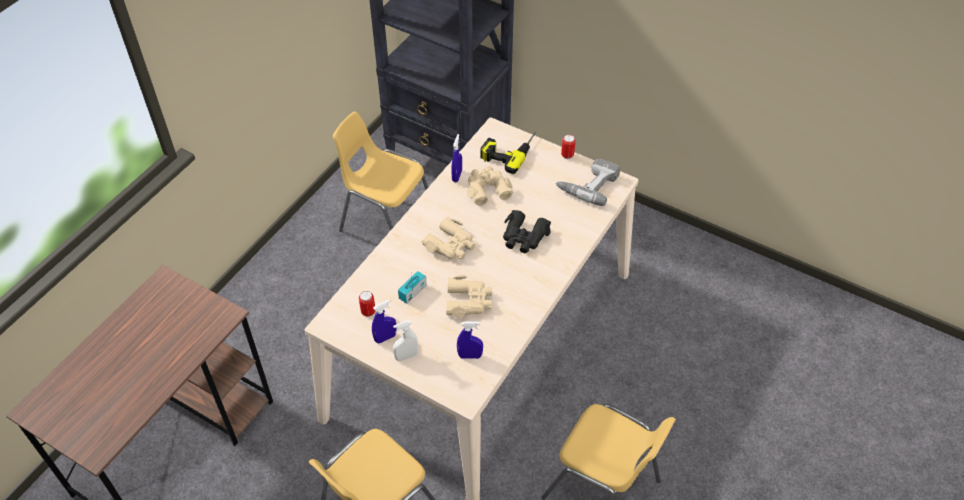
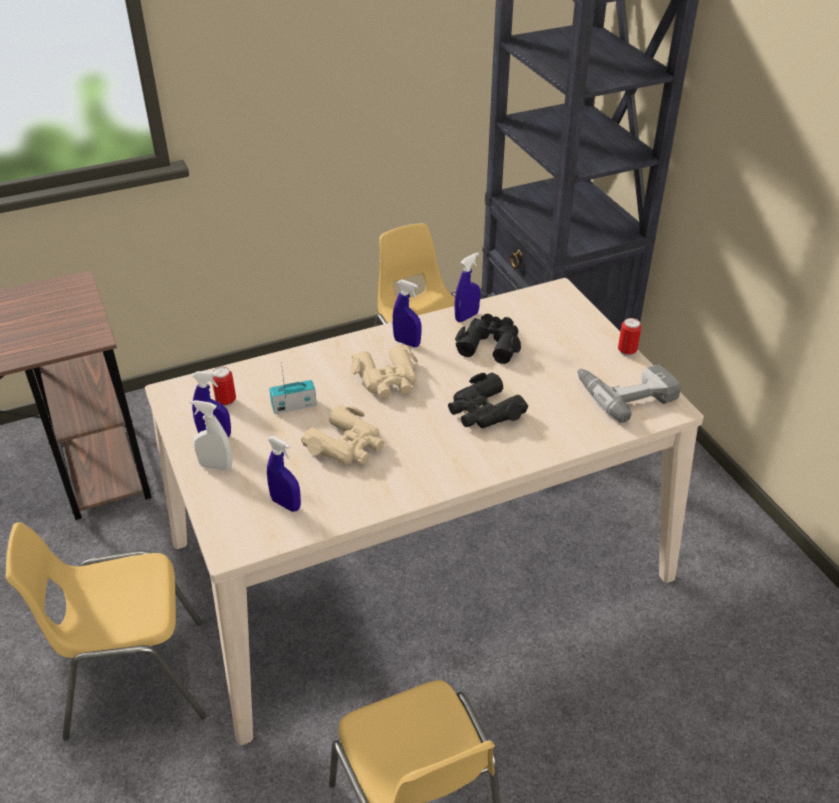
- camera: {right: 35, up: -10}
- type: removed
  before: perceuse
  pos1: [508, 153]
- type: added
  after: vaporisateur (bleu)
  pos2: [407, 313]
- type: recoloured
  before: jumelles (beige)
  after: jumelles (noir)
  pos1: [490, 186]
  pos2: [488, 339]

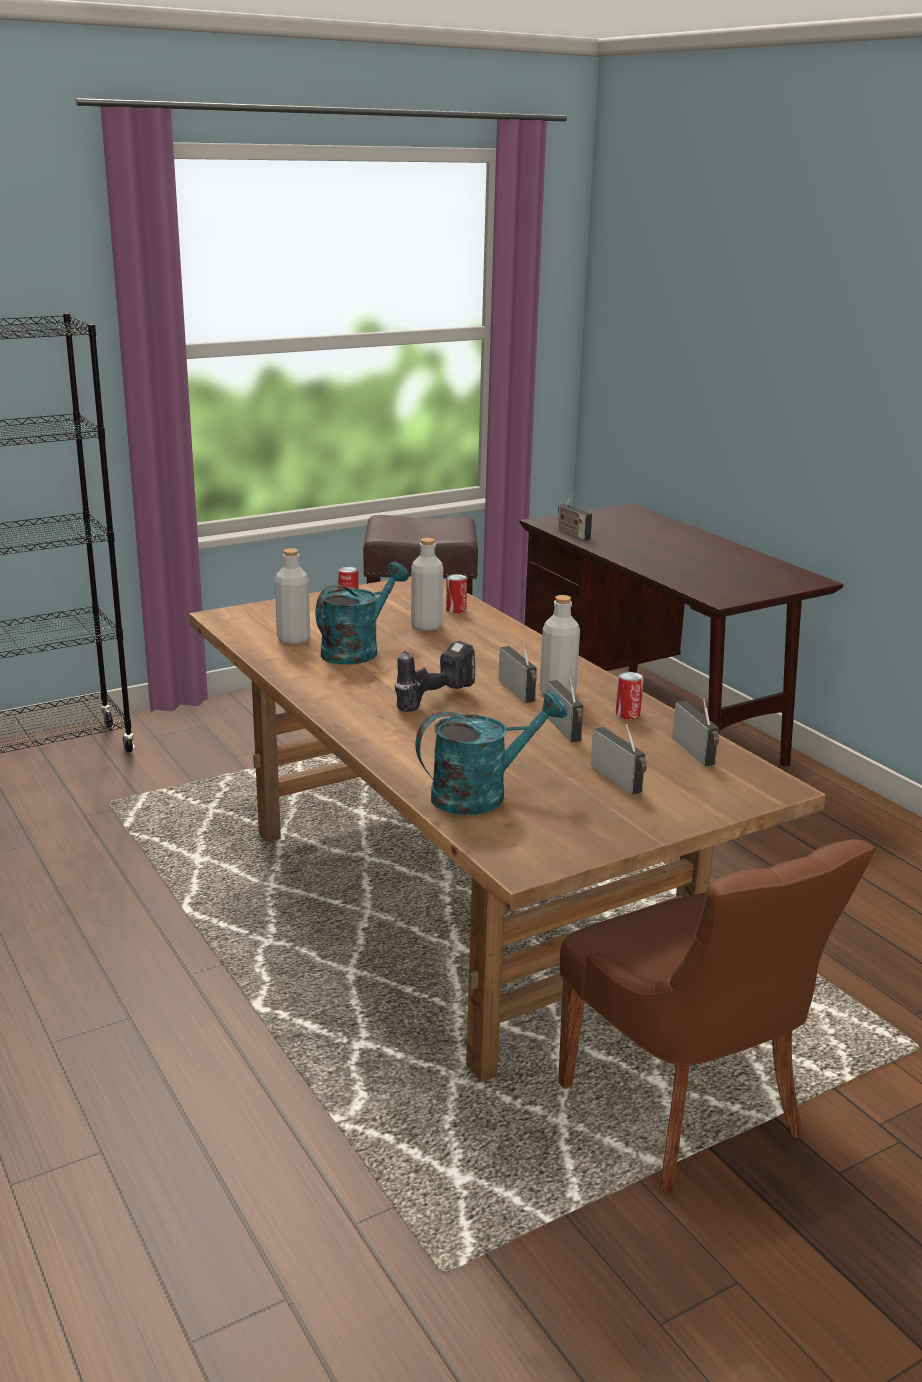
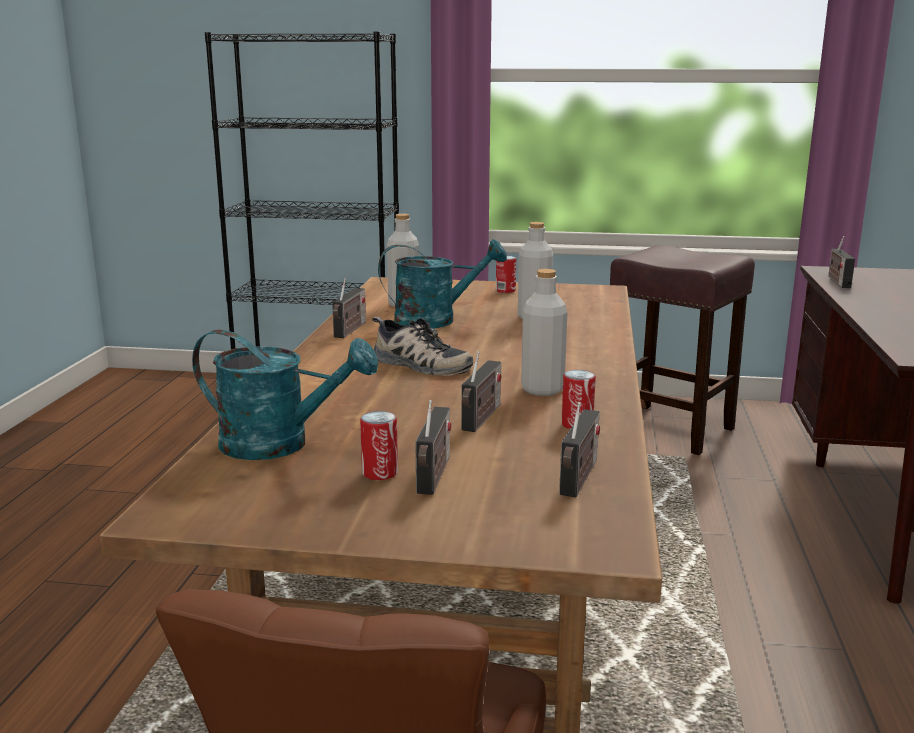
- camera: {right: 40, up: -5}
- type: moved
  before: boîte métallique
  pos1: [456, 593]
  pos2: [379, 445]
- type: moved
  before: radio
  pos1: [517, 672]
  pos2: [349, 308]
- type: replaced
  before: perceuse
  after: chaussure
  pos1: [435, 676]
  pos2: [422, 346]

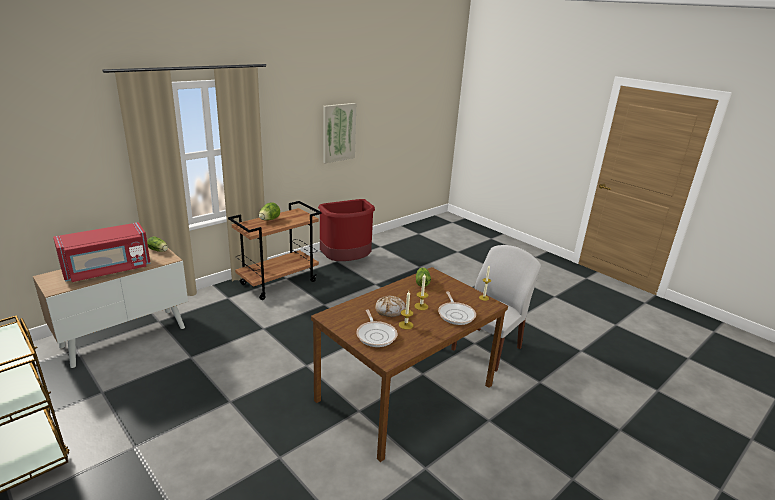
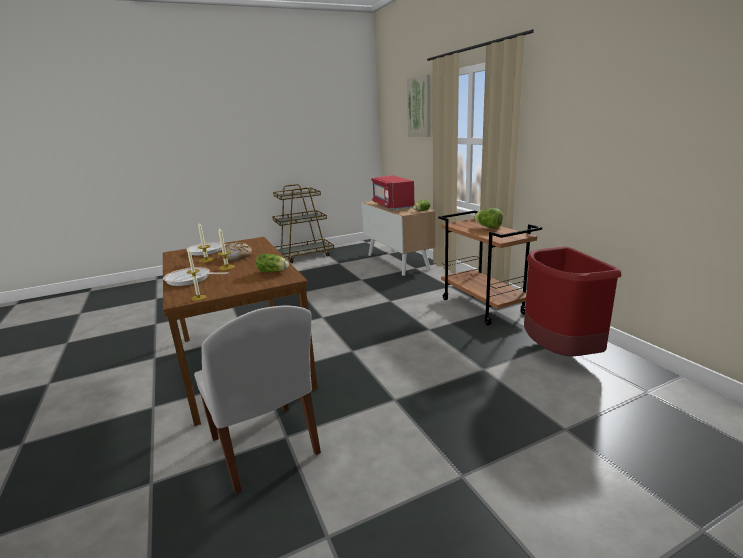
- camera: {right: 110, up: -5}
- type: moved
  before: tableau
  pos1: [339, 133]
  pos2: [418, 105]

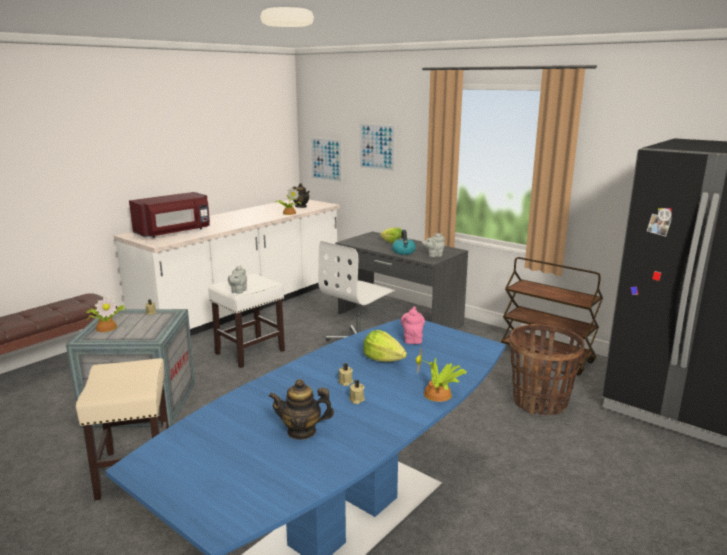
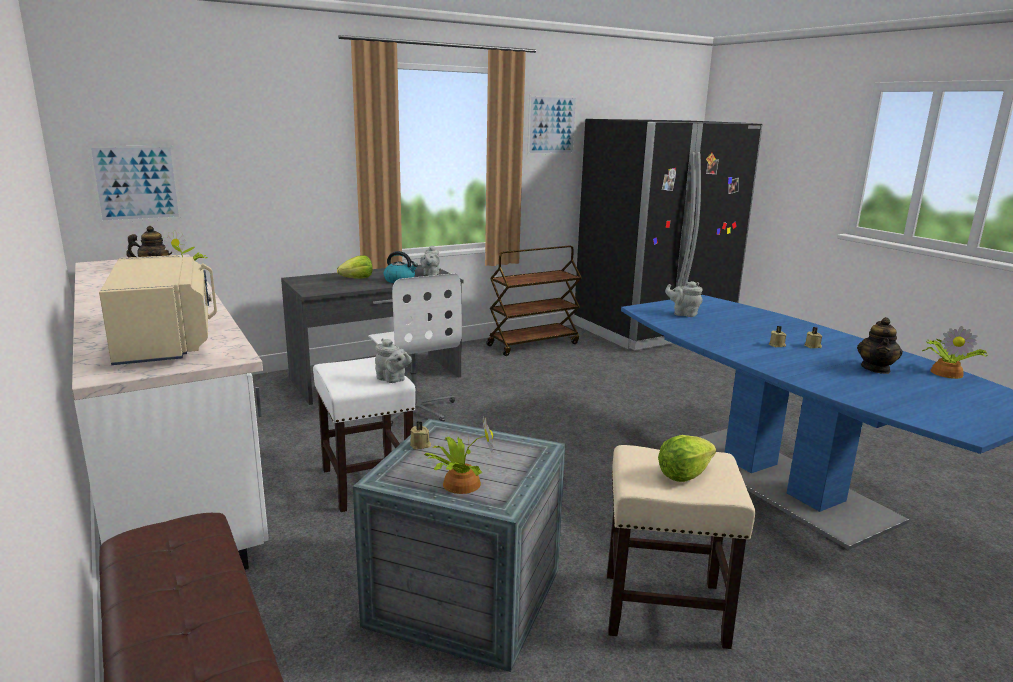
- camera: {right: -70, up: 0}
- type: removed
  before: panier
  pos1: [547, 369]
- type: moved
  before: tableau
  pos1: [377, 148]
  pos2: [552, 125]
- type: moved
  before: laitue
  pos1: [385, 346]
  pos2: [687, 458]
- type: moved
  before: plante en pot
  pos1: [441, 374]
  pos2: [955, 352]
- type: recoloured
  before: micro-ondes (rouge)
  after: micro-ondes (beige)
  pos1: [169, 215]
  pos2: [158, 310]
- type: recoloured
  before: théière (rose)
  after: théière (gris)
  pos1: [413, 325]
  pos2: [684, 299]

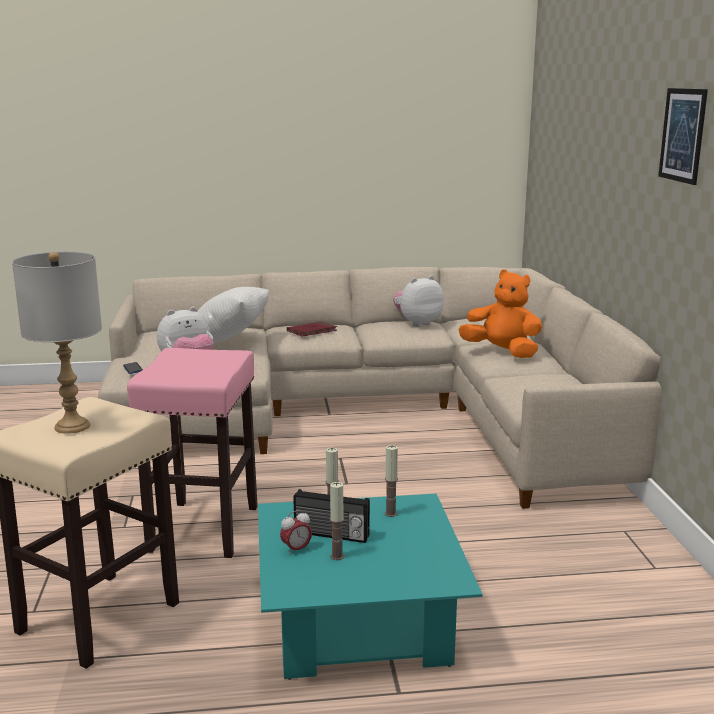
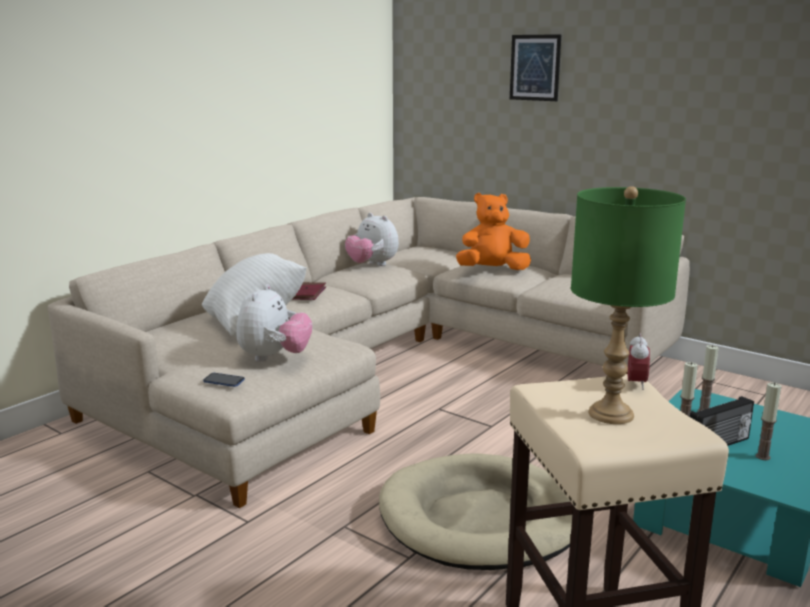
- camera: {right: -45, up: 0}
- type: moved
  before: réveil
  pos1: [296, 532]
  pos2: [639, 361]
- type: moved
  before: tableau
  pos1: [683, 136]
  pos2: [536, 67]
- type: replaced
  before: tabouret (rose)
  after: panier pour chien (beige)
  pos1: [192, 453]
  pos2: [476, 511]
- type: recoloured
  before: lampe de table (gris)
  after: lampe de table (vert)
  pos1: [57, 342]
  pos2: [628, 305]
- type: turned
  before: peluche
  pos1: [418, 301]
  pos2: [372, 239]
  turn: -60

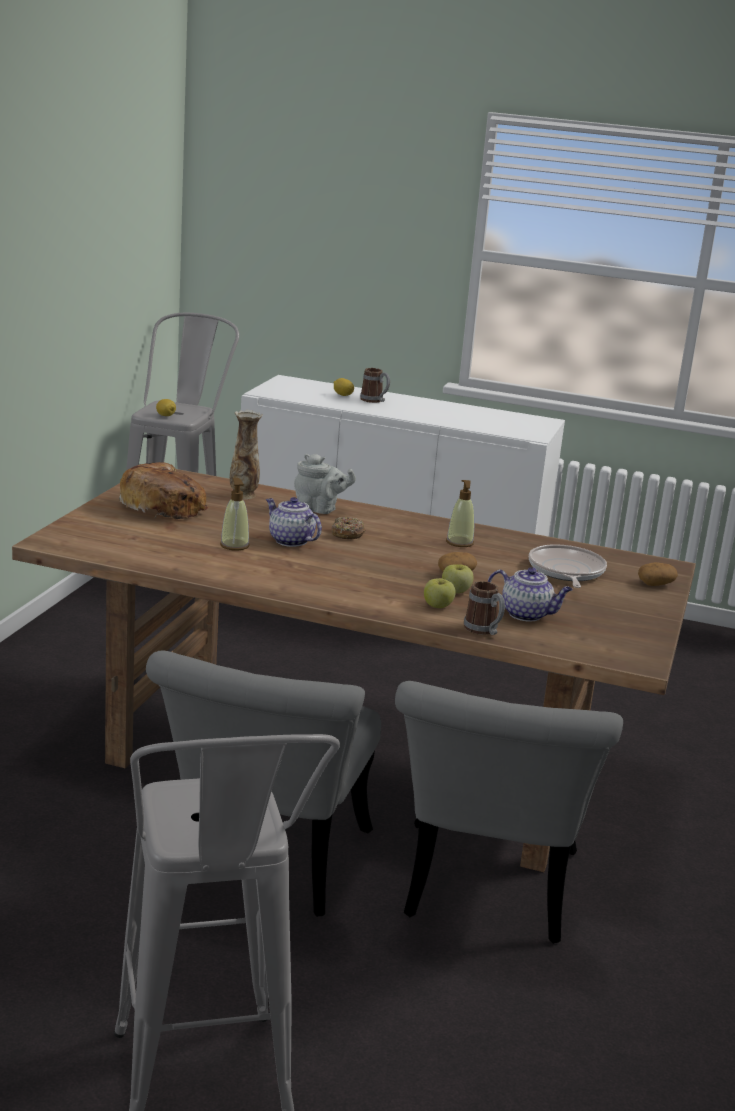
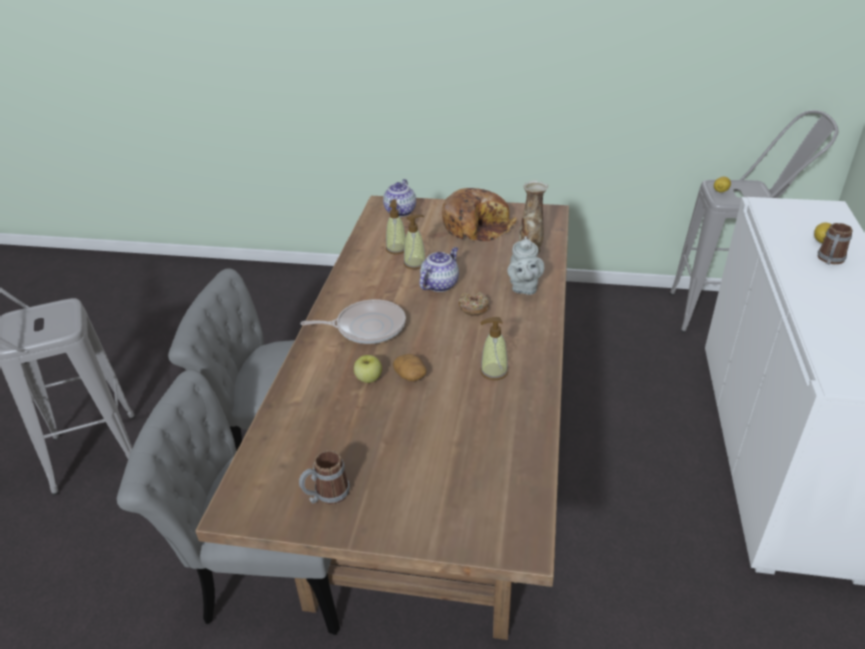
- camera: {right: 85, up: 15}
- type: removed
  before: pomme
  pos1: [440, 593]
- type: removed
  before: pomme de terre
  pos1: [658, 574]
- type: added
  after: distributeur de savon
  pos2: [396, 226]
- type: moved
  before: mug
  pos1: [484, 608]
  pos2: [324, 477]
- type: moved
  before: théière
  pos1: [530, 594]
  pos2: [399, 198]
- type: moved
  before: poêle
  pos1: [568, 566]
  pos2: [353, 321]

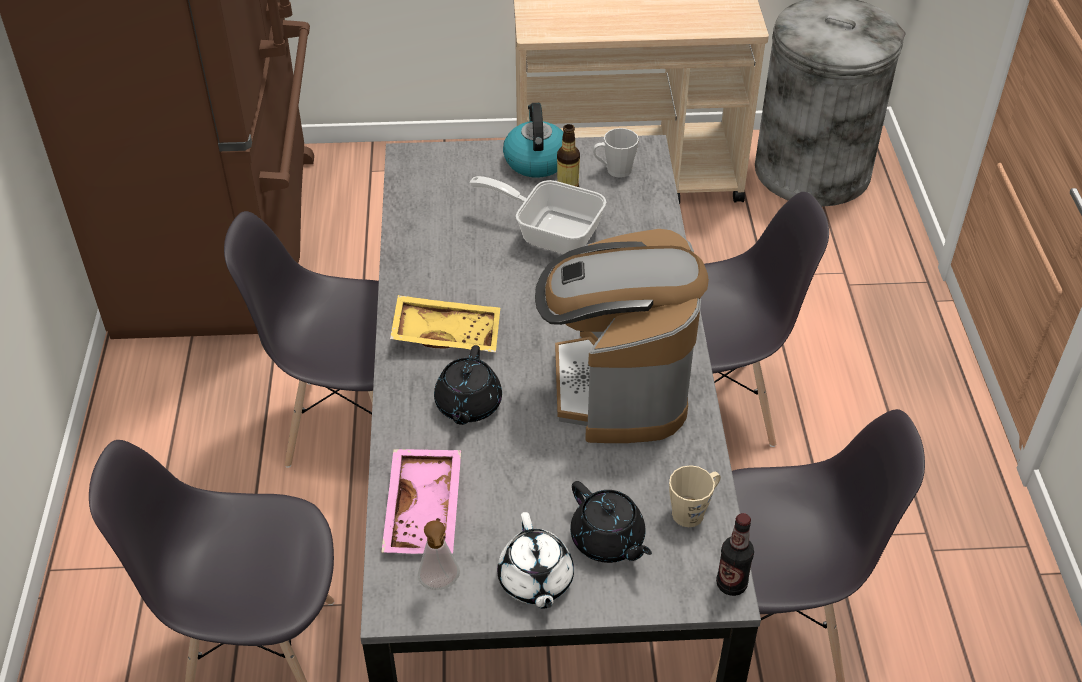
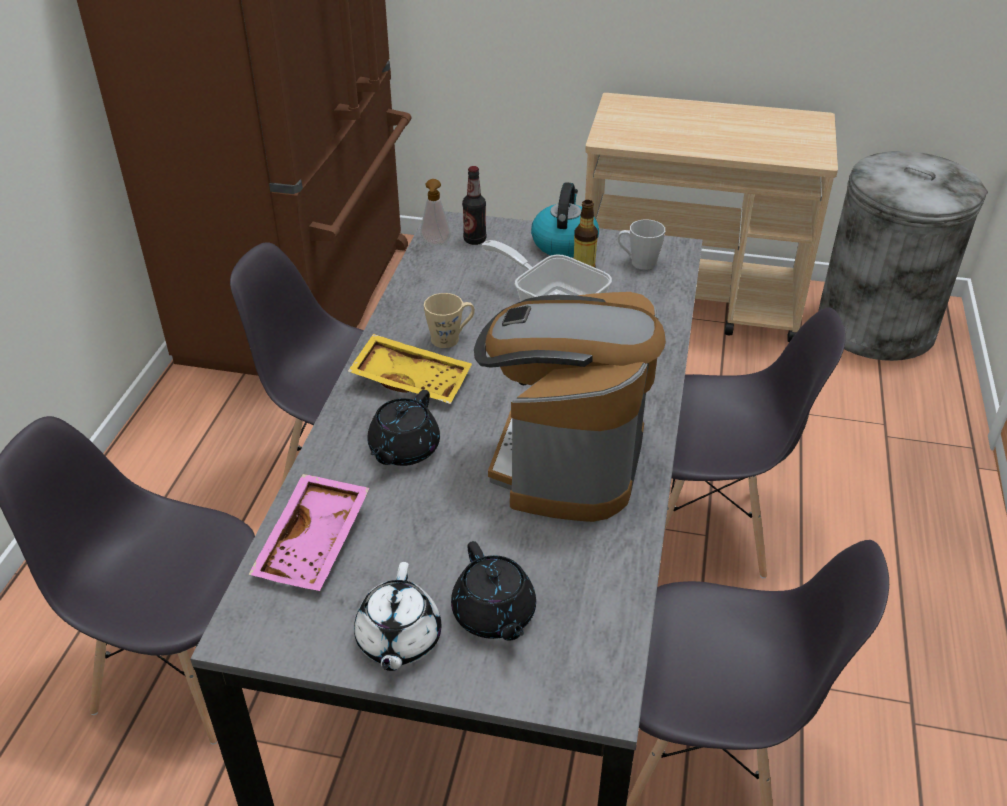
- camera: {right: 15, up: -5}
- type: moved
  before: distributeur de savon
  pos1: [439, 555]
  pos2: [435, 212]
- type: moved
  before: mug (beige)
  pos1: [695, 496]
  pos2: [449, 320]
- type: moved
  before: bouteille
  pos1: [735, 554]
  pos2: [474, 205]

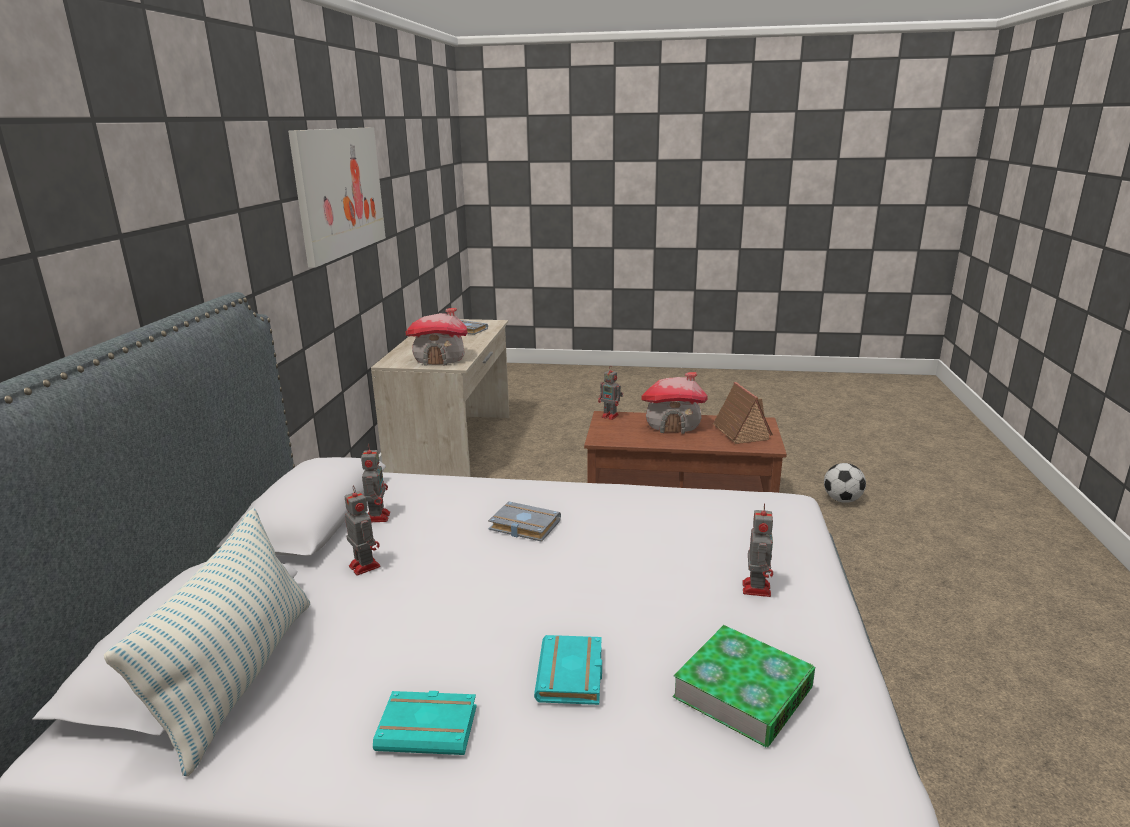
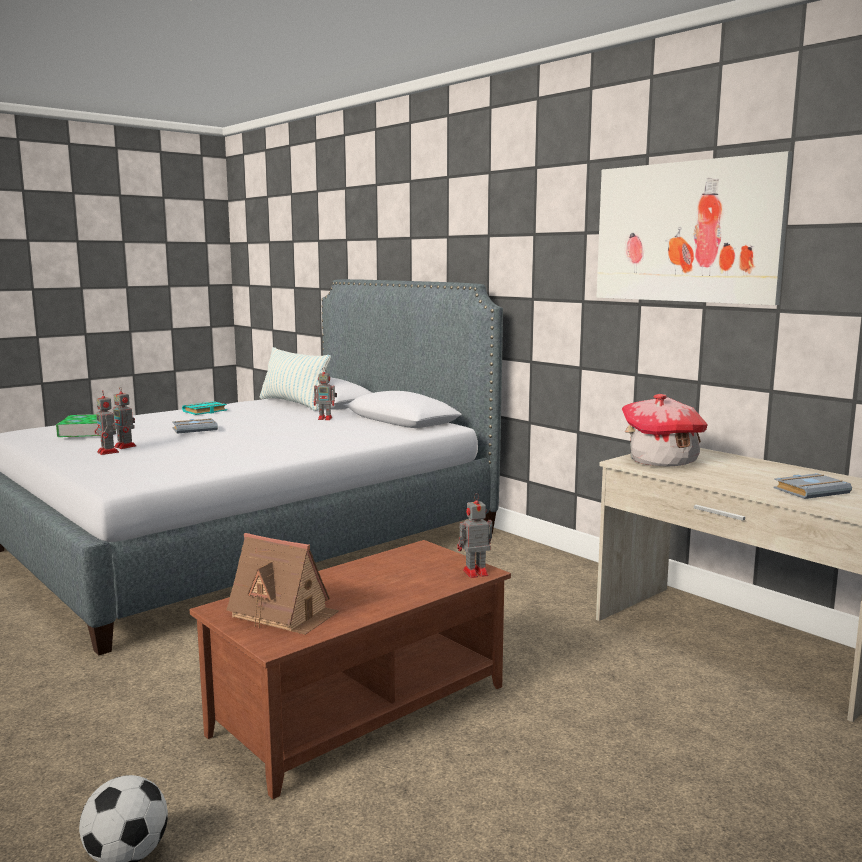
- camera: {right: 130, up: -10}
- type: removed
  before: livre (turquoise)
  pos1: [568, 670]
- type: removed
  before: maison miniature
  pos1: [674, 403]
- type: moved
  before: robot jouet
  pos1: [375, 482]
  pos2: [124, 417]
- type: moved
  before: livre (gris)
  pos1: [524, 521]
  pos2: [195, 426]

